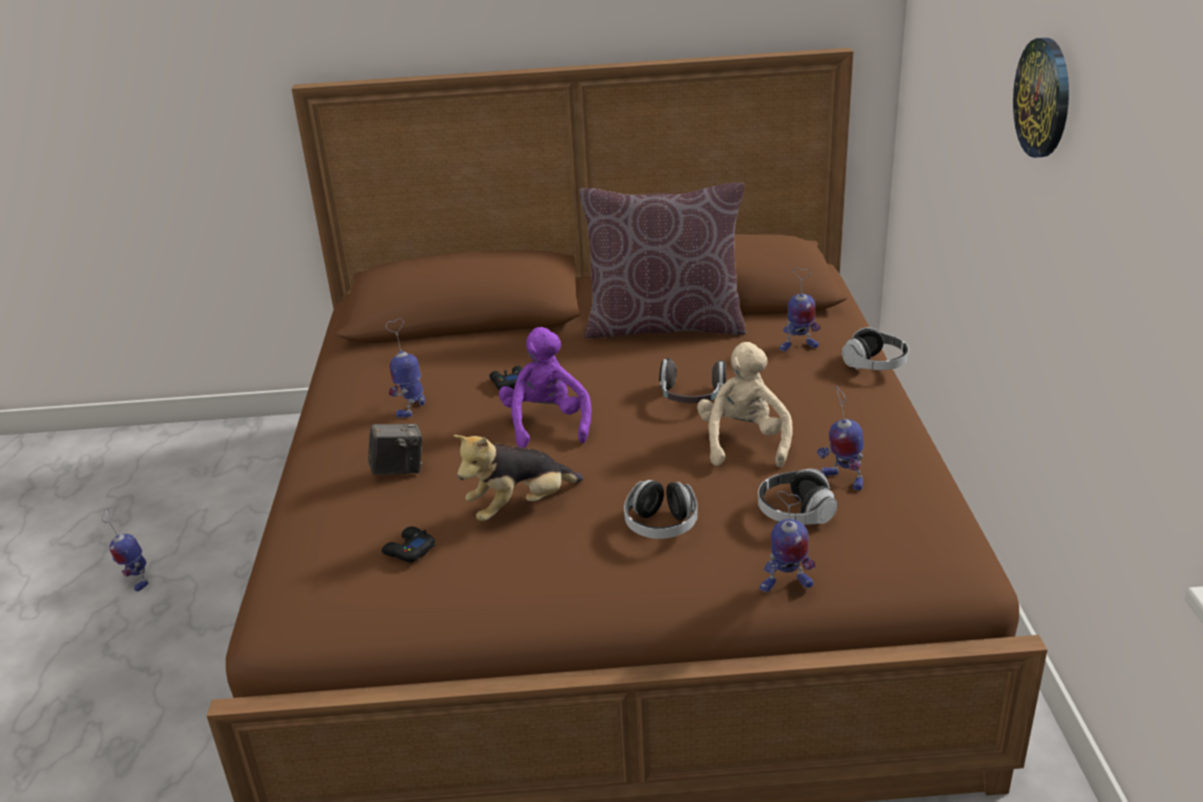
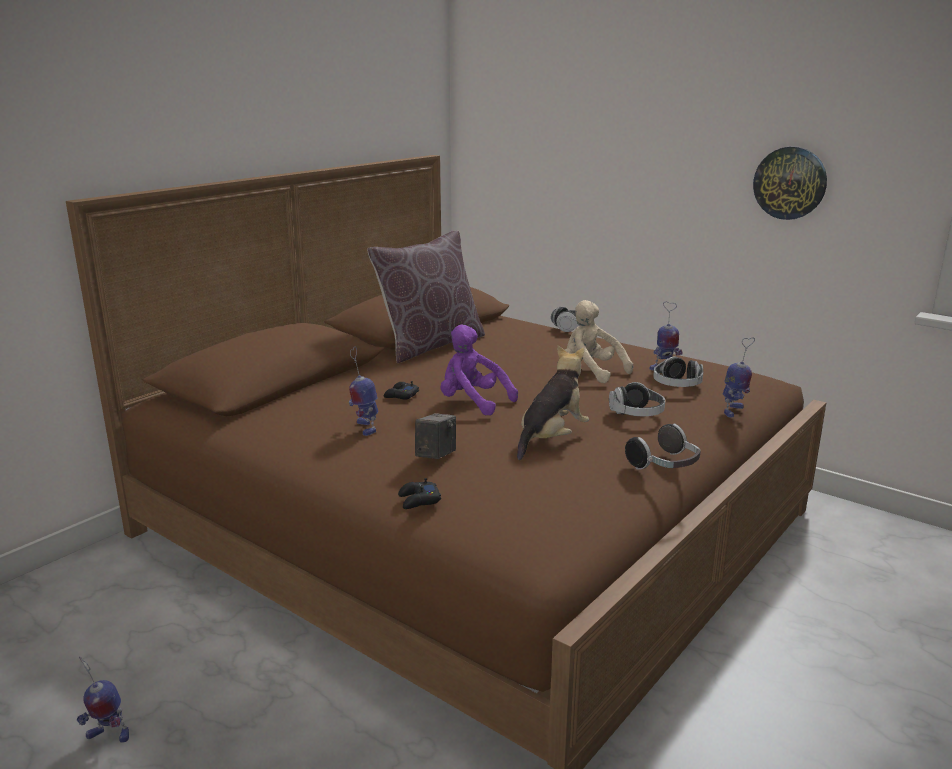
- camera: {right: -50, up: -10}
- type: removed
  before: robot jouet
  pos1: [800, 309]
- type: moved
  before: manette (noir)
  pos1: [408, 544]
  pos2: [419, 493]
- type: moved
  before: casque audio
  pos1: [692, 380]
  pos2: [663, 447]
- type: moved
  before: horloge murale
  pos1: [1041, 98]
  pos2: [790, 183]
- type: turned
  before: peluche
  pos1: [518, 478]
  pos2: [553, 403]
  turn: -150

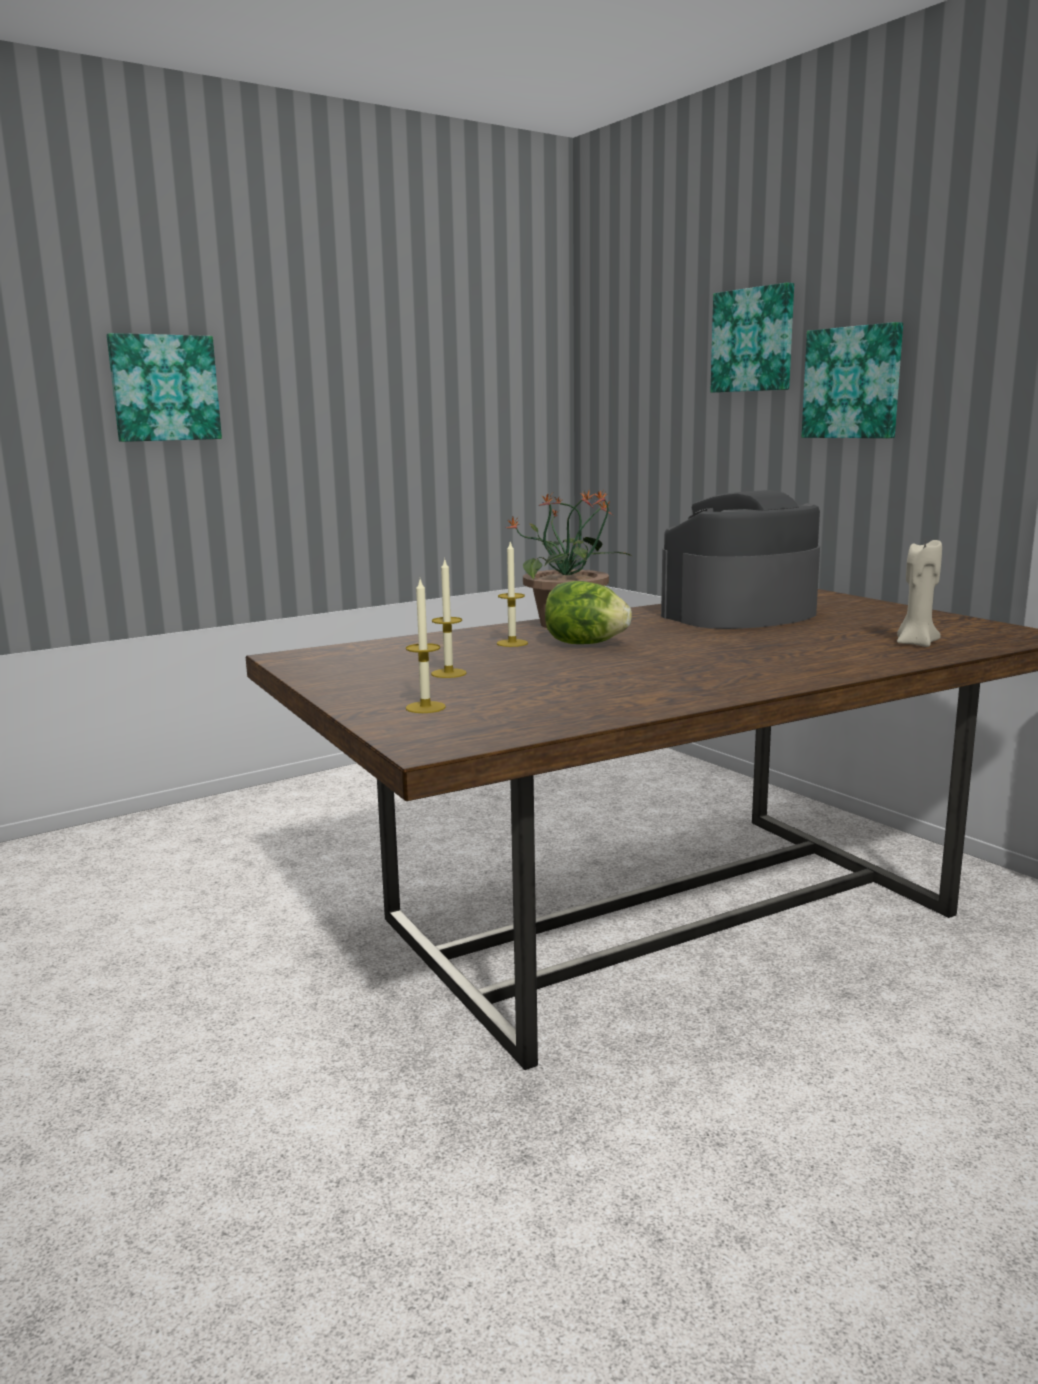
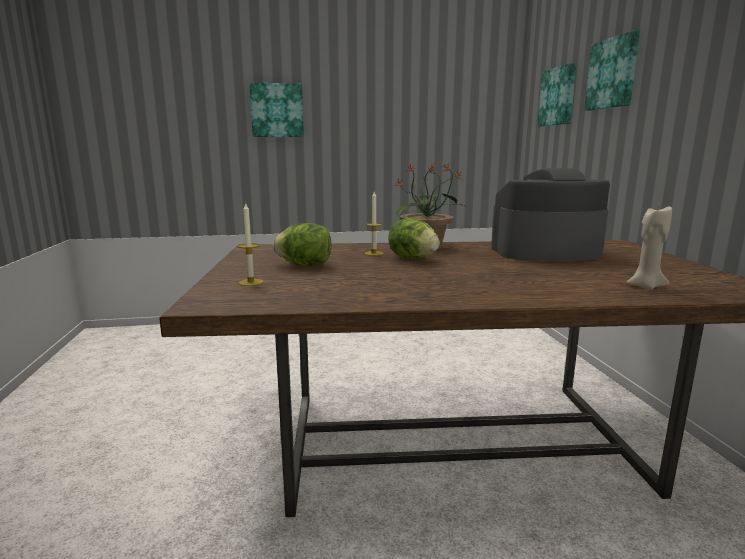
- camera: {right: 25, up: 0}
- type: moved
  before: tableau
  pos1: [852, 380]
  pos2: [556, 94]
- type: replaced
  before: bougie
  after: laitue
  pos1: [449, 619]
  pos2: [302, 244]

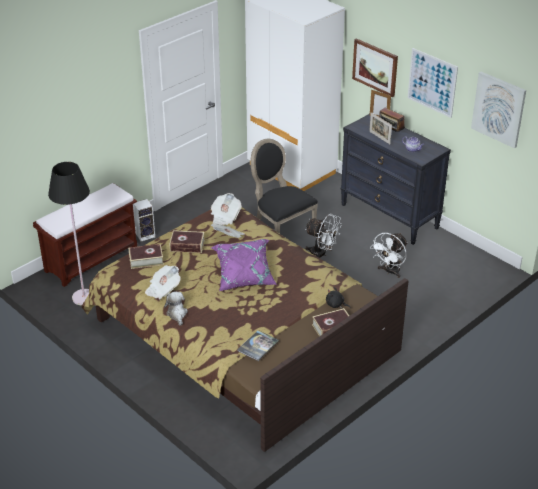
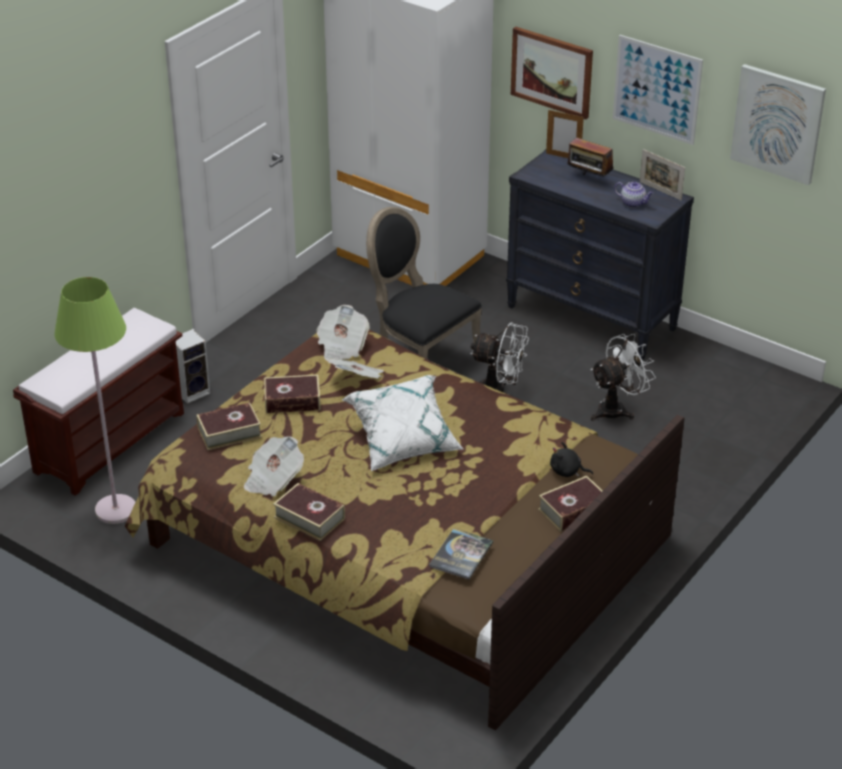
- camera: {right: -10, up: 0}
- type: moved
  before: cadre photo
  pos1: [380, 128]
  pos2: [662, 174]
- type: replaced
  before: peluche
  after: livre
  pos1: [176, 308]
  pos2: [309, 512]
- type: recoloured
  before: lampadaire (noir)
  after: lampadaire (vert)
  pos1: [69, 234]
  pos2: [95, 400]
- type: recoloured
  before: coussin (violet)
  after: coussin (blanc)
  pos1: [244, 265]
  pos2: [402, 423]
- type: turned
  before: ventilateur (blanc)
  pos1: [389, 255]
  pos2: [623, 377]
  turn: -150

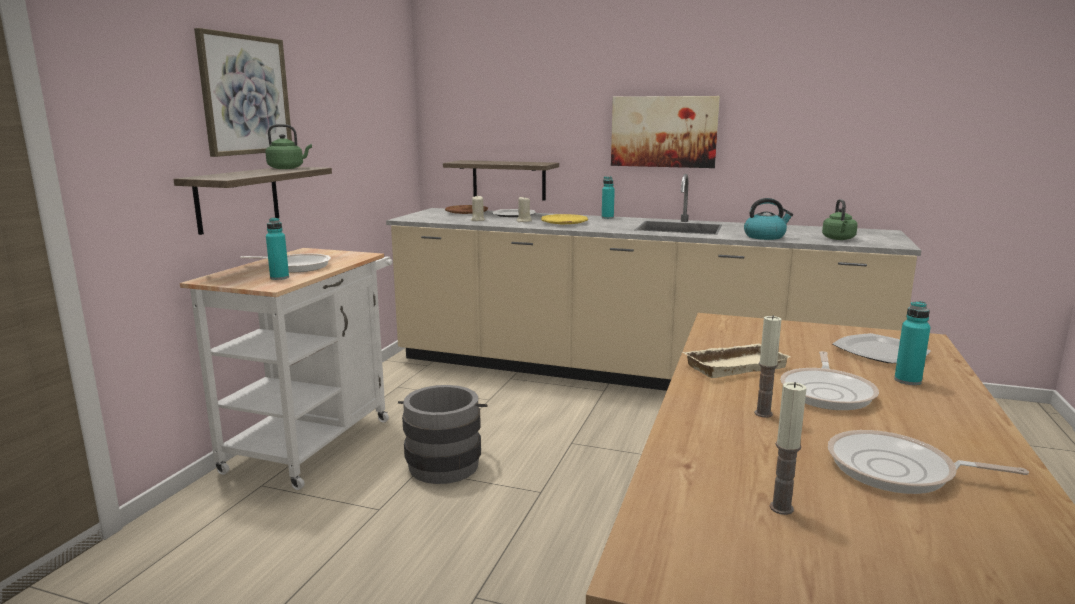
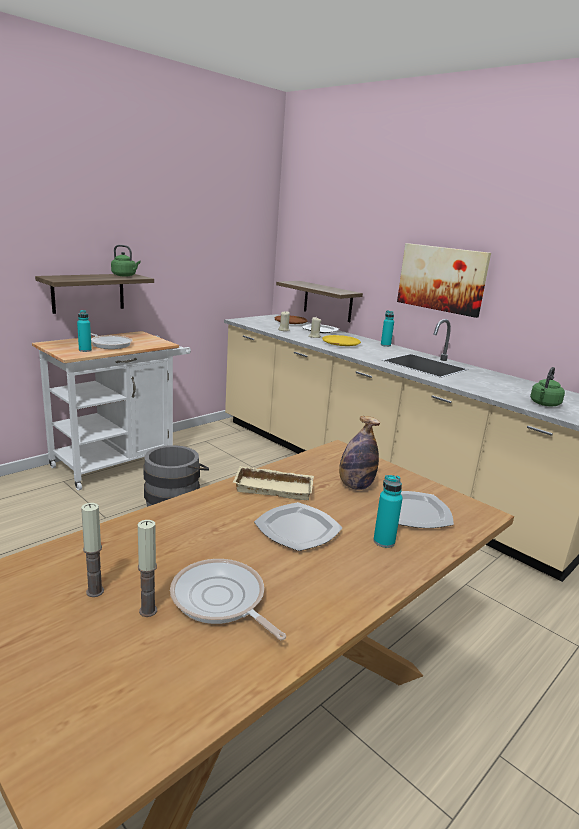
- camera: {right: 25, up: 5}
- type: removed
  before: tableau
  pos1: [243, 92]
- type: removed
  before: bouilloire
  pos1: [768, 219]
- type: added
  after: bouteille
  pos2: [359, 453]
- type: moved
  before: bougie
  pos1: [767, 366]
  pos2: [147, 568]
- type: replaced
  before: poêle
  after: assiette
  pos1: [829, 380]
  pos2: [298, 526]

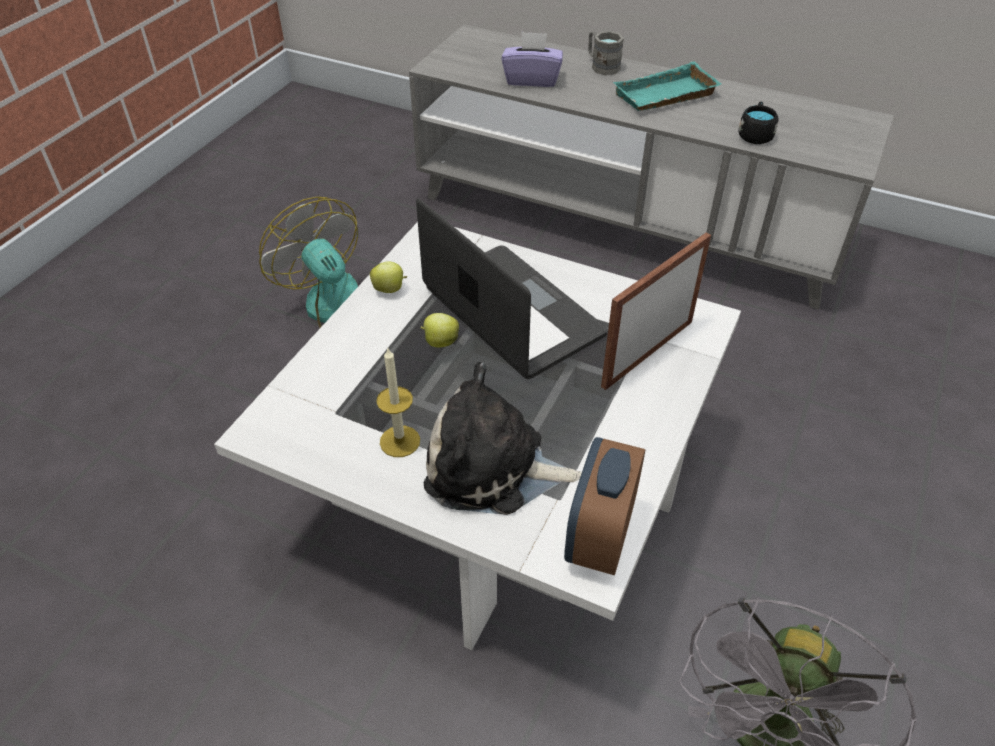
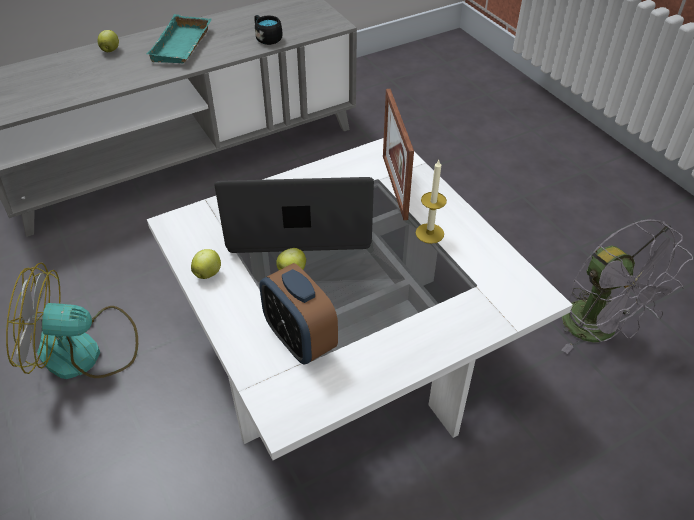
- camera: {right: -55, up: 0}
- type: removed
  before: peluche
  pos1: [503, 438]
- type: removed
  before: boîte à mouchoirs (violet)
  pos1: [532, 59]
- type: moved
  before: bougie
  pos1: [398, 402]
  pos2: [431, 202]
- type: moved
  before: réveil
  pos1: [604, 506]
  pos2: [298, 314]
- type: replaced
  before: mug (gris)
  after: pomme
  pos1: [606, 53]
  pos2: [108, 41]

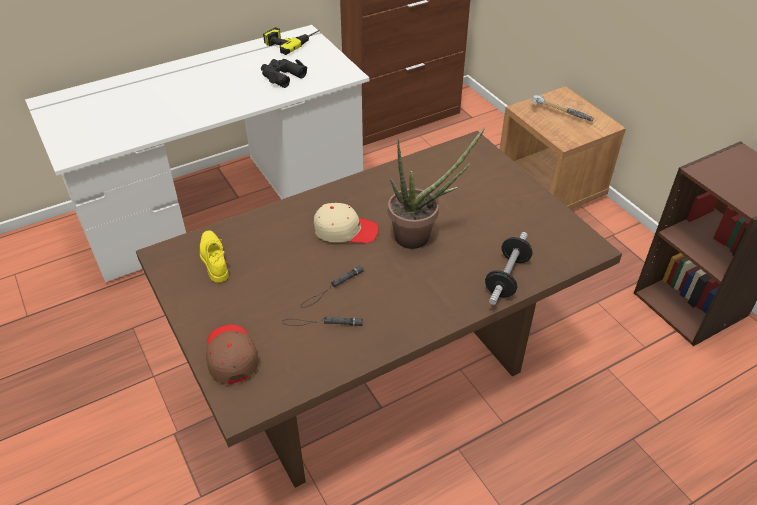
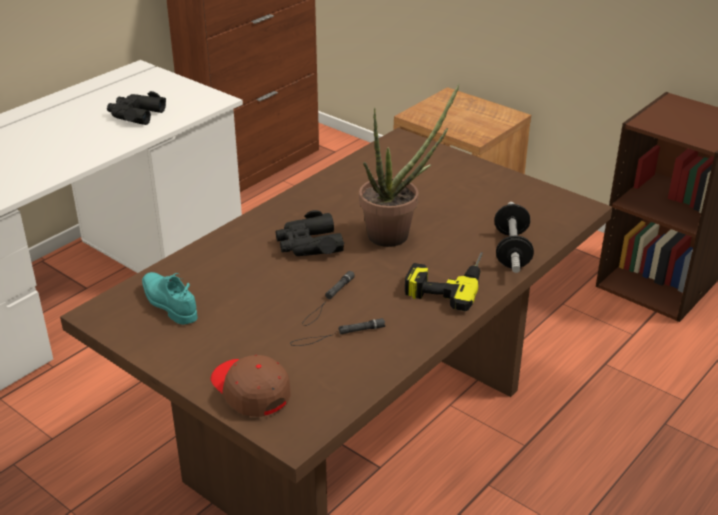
- camera: {right: -20, up: -10}
- type: removed
  before: marteau
  pos1: [562, 108]
- type: moved
  before: perceuse
  pos1: [291, 41]
  pos2: [444, 281]
- type: replaced
  before: casquette (beige)
  after: jumelles (noir)
  pos1: [346, 223]
  pos2: [309, 233]
- type: recoloured
  before: chaussure (jaune)
  after: chaussure (turquoise)
  pos1: [214, 256]
  pos2: [169, 298]

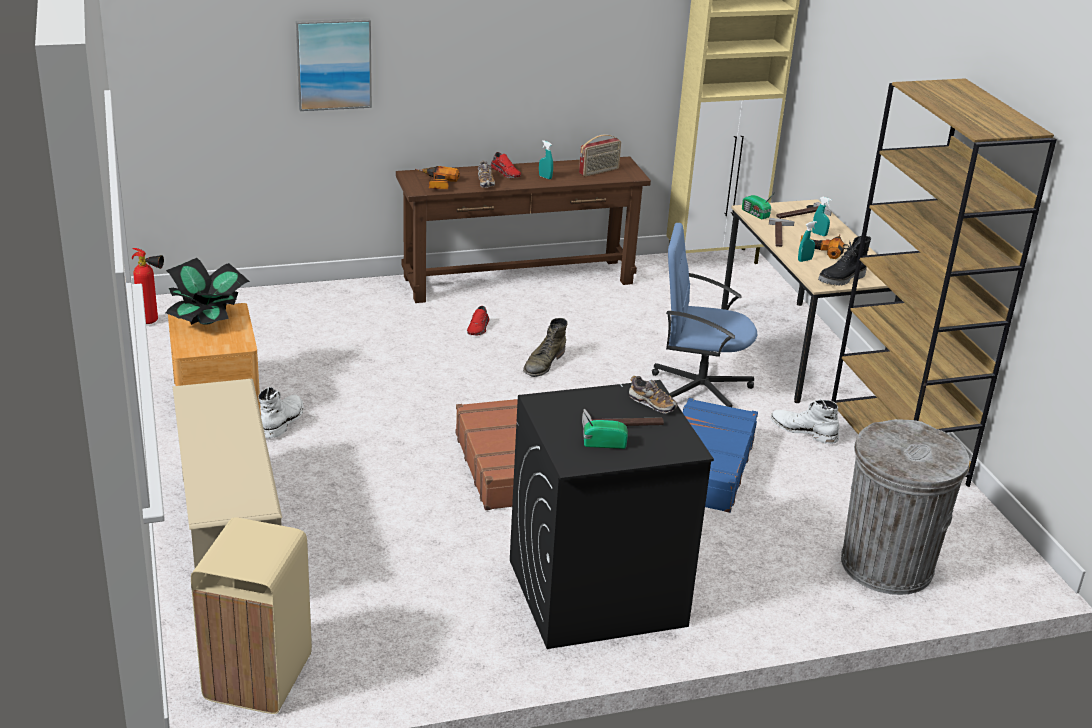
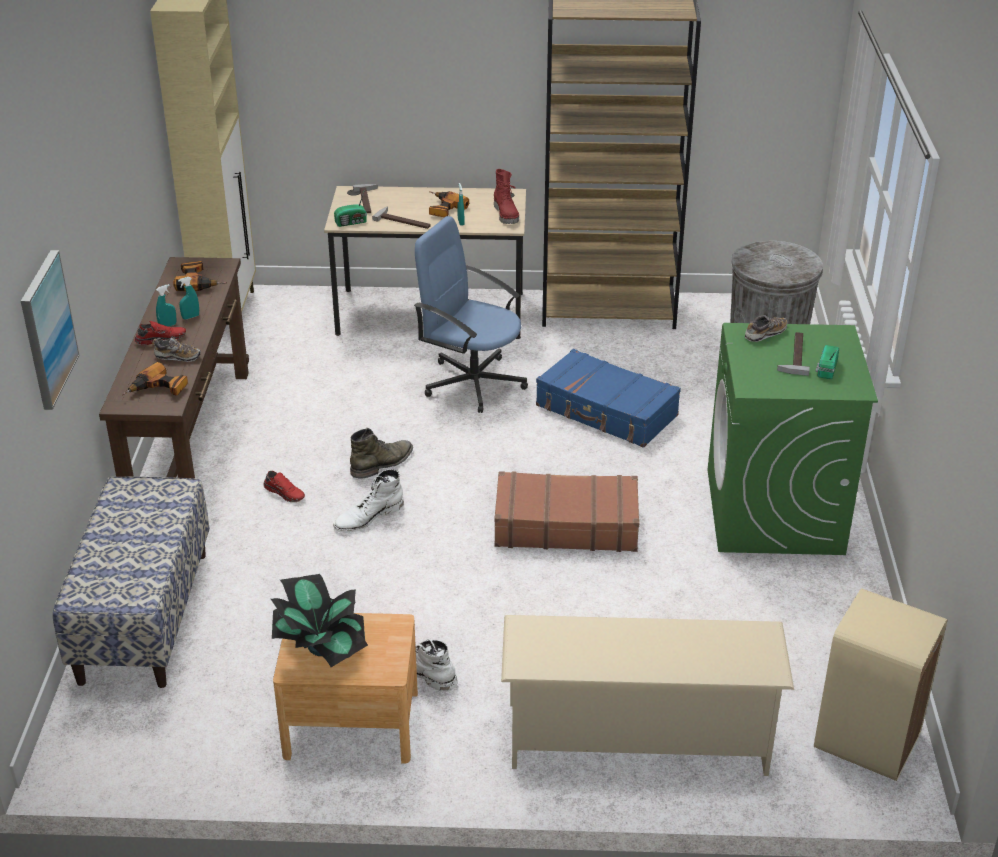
- camera: {right: -70, up: 5}
- type: removed
  before: extincteur
  pos1: [148, 286]
- type: added
  after: banc
  pos2: [131, 582]
- type: moved
  before: botte (blanc)
  pos1: [805, 421]
  pos2: [368, 501]
- type: moved
  before: vaporisateur (turquoise)
  pos1: [822, 216]
  pos2: [166, 305]
- type: replaced
  before: radio
  after: perceuse
  pos1: [600, 155]
  pos2: [199, 276]
- type: recoloured
  before: lave-linge (noir)
  after: lave-linge (vert)
  pos1: [612, 514]
  pos2: [793, 439]
- type: recoloured
  before: botte (noir)
  after: botte (rouge)
  pos1: [844, 261]
  pos2: [506, 196]
- type: turned
  before: botte (vert)
  pos1: [545, 347]
  pos2: [381, 453]
  turn: -90
- type: turned
  before: chaise de bureau (bleu)
  pos1: [704, 315]
  pos2: [471, 314]
  turn: 90

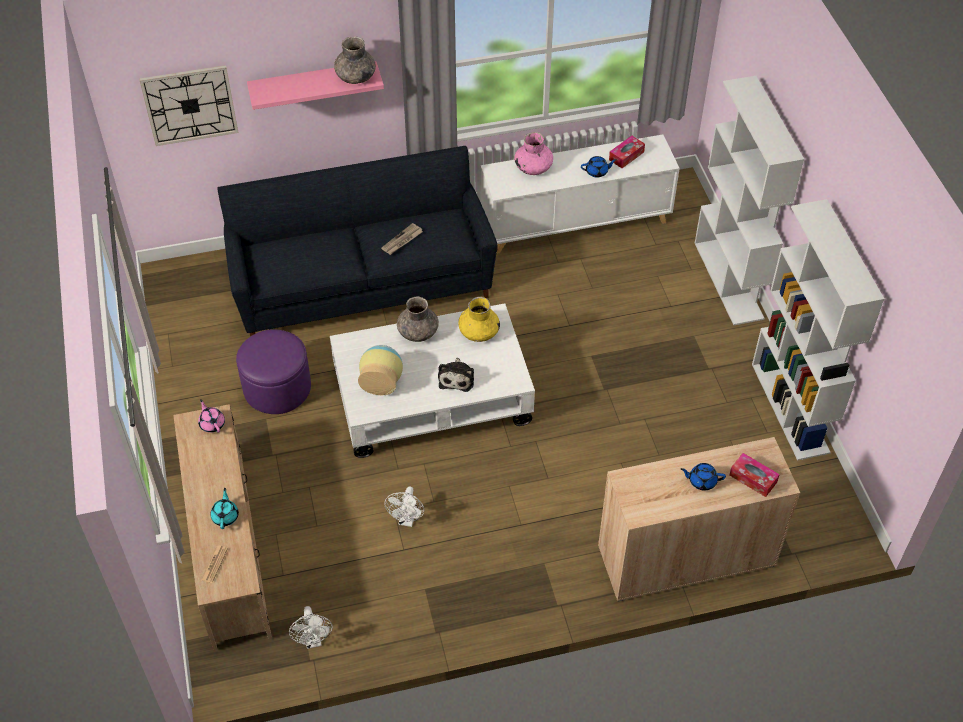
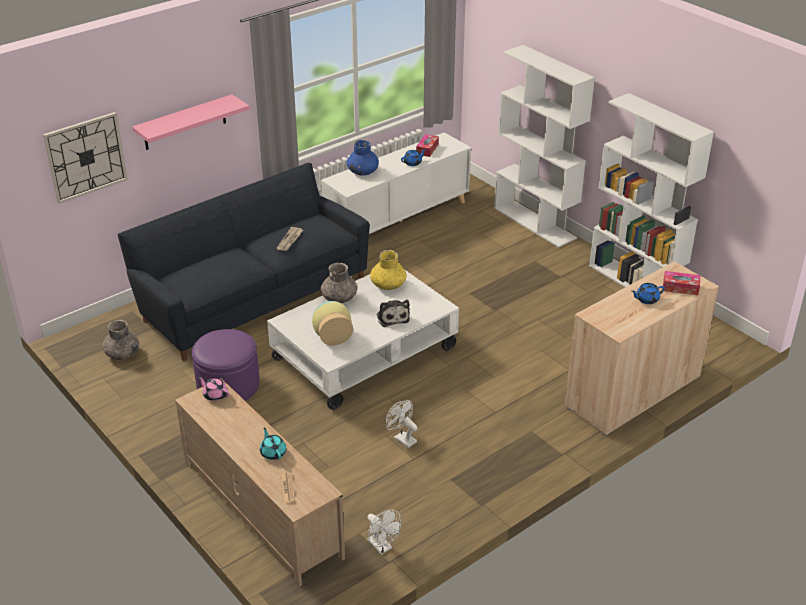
- camera: {right: -25, up: -15}
- type: moved
  before: vase (gris)
  pos1: [355, 60]
  pos2: [121, 340]
- type: recoloured
  before: vase (rose)
  after: vase (bleu)
  pos1: [533, 153]
  pos2: [363, 157]
- type: turned
  before: ventilateur (blanc)
  pos1: [404, 506]
  pos2: [401, 424]
  turn: 150

